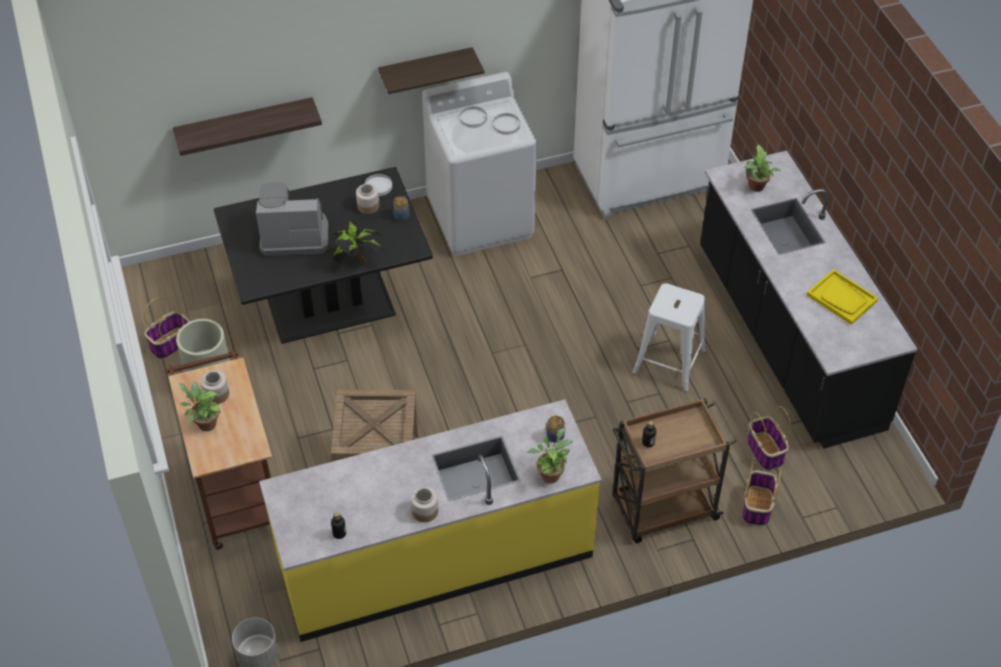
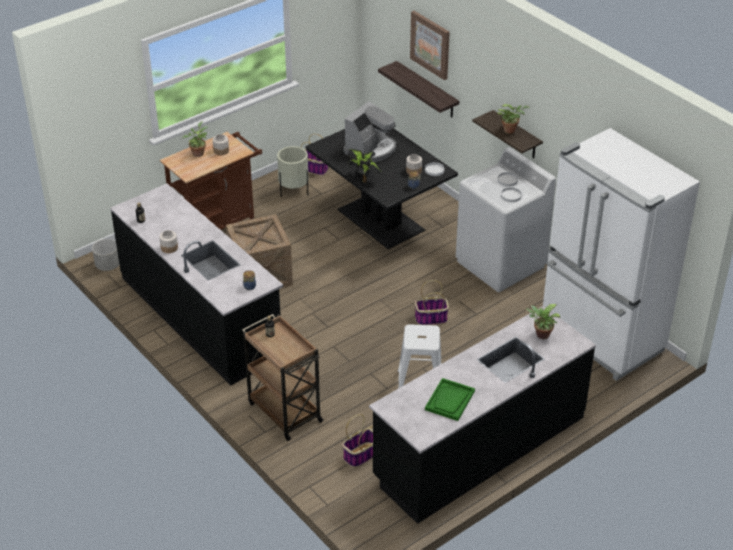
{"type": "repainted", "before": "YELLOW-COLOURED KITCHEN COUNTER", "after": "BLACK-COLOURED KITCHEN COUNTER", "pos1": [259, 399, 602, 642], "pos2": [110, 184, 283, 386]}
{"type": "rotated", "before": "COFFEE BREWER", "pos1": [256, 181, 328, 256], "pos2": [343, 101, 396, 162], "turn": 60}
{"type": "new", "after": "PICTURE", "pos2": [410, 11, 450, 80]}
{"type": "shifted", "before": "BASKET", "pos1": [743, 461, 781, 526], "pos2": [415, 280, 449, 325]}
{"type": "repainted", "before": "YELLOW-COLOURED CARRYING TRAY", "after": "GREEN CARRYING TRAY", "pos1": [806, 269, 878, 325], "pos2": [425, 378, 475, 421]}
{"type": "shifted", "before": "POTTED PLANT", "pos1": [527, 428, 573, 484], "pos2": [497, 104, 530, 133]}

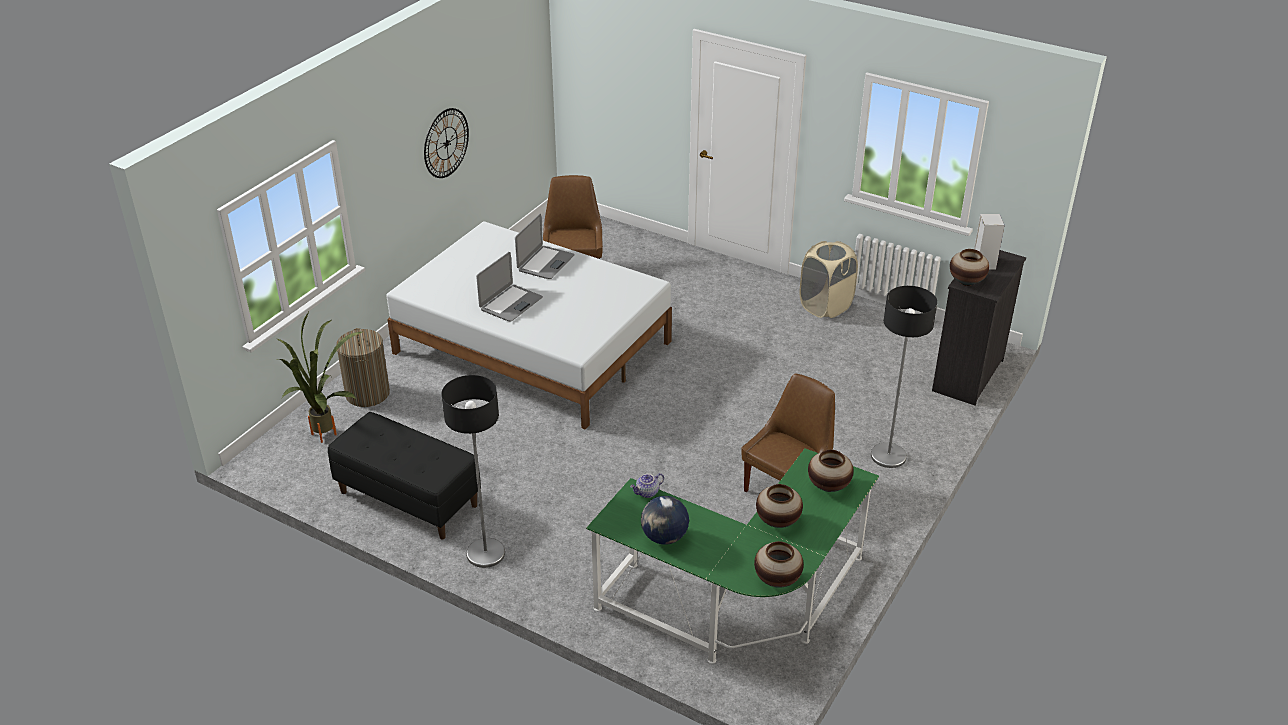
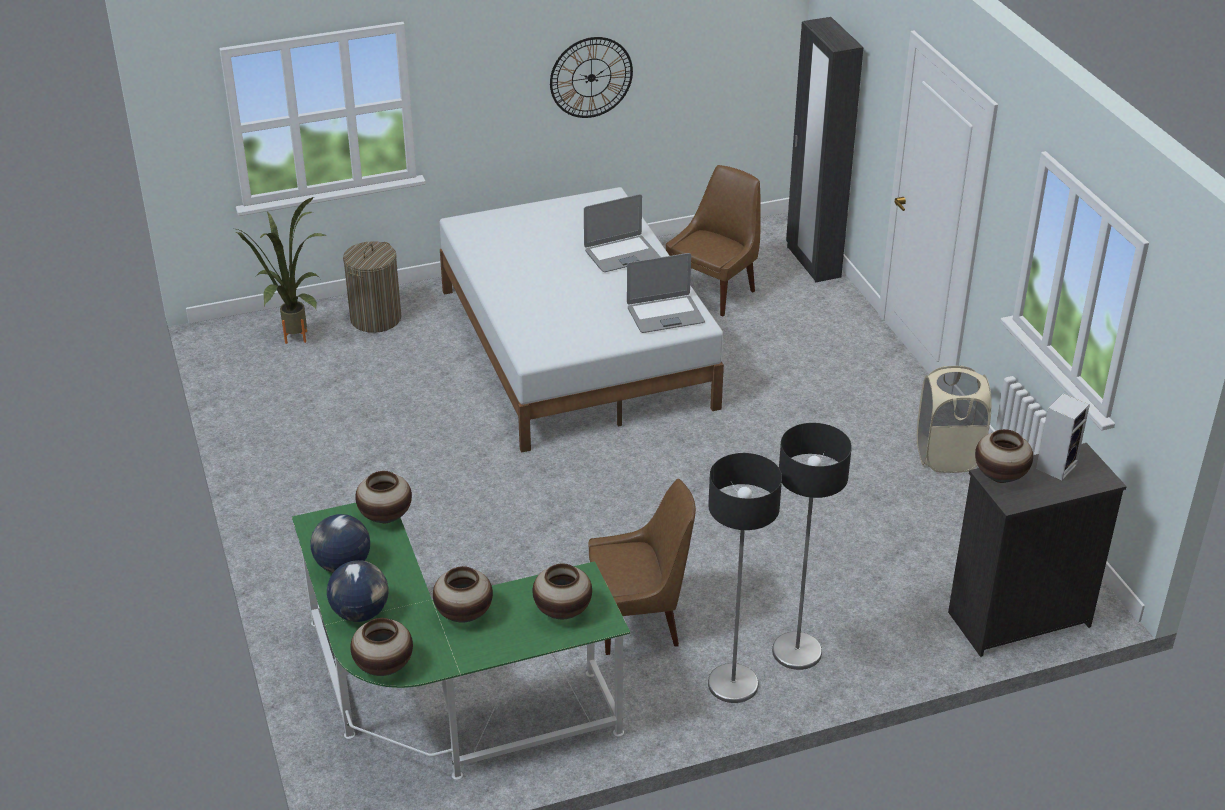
{"type": "new", "after": "DESK GLOBE", "pos2": [327, 560, 389, 622]}
{"type": "swapped", "before": "POT FOR TEA", "after": "DECORATIVE VASE", "pos1": [630, 473, 664, 498], "pos2": [355, 471, 412, 523]}
{"type": "shifted", "before": "NOTEBOOK COMPUTER", "pos1": [476, 252, 543, 322], "pos2": [627, 253, 705, 333]}
{"type": "shifted", "before": "STANDING LAMP", "pos1": [441, 375, 505, 568], "pos2": [708, 453, 782, 703]}
{"type": "new", "after": "BLACK-COLOURED WARDROBE", "pos2": [786, 17, 864, 283]}
{"type": "gone", "before": "BLACK-COLOURED INDOOR BENCH", "pos1": [328, 412, 481, 539]}

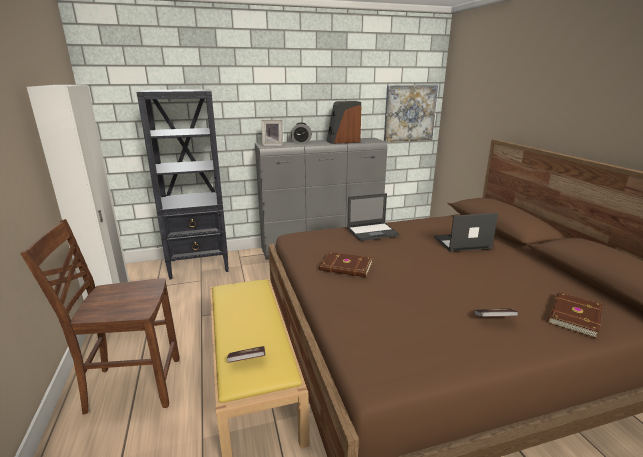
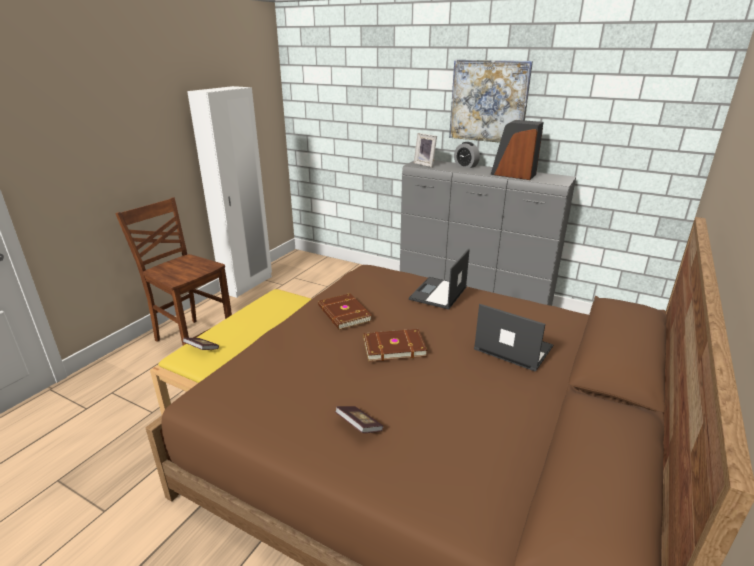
{"type": "shifted", "before": "BROWNISH BOUND BOOK", "pos1": [548, 292, 602, 339], "pos2": [363, 329, 427, 362]}
{"type": "rotated", "before": "NOTEBOOK COMPUTER", "pos1": [347, 193, 400, 241], "pos2": [409, 248, 470, 309], "turn": 90}
{"type": "shifted", "before": "PICTURE", "pos1": [384, 85, 438, 142], "pos2": [449, 59, 533, 143]}
{"type": "gone", "before": "BLACK-COLOURED BOOKCASE", "pos1": [137, 89, 229, 280]}

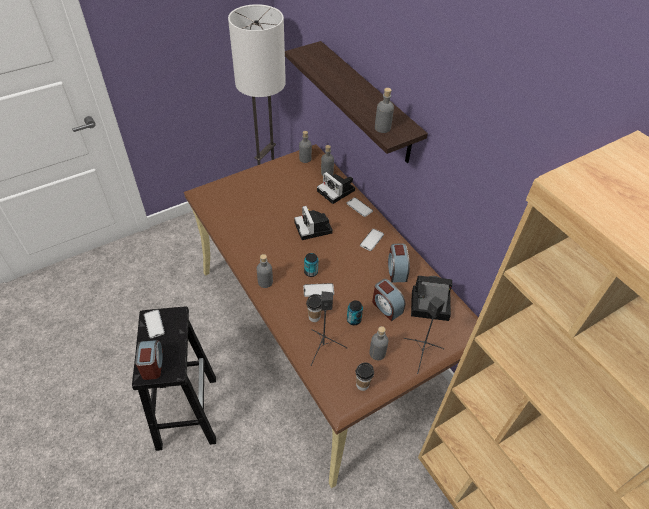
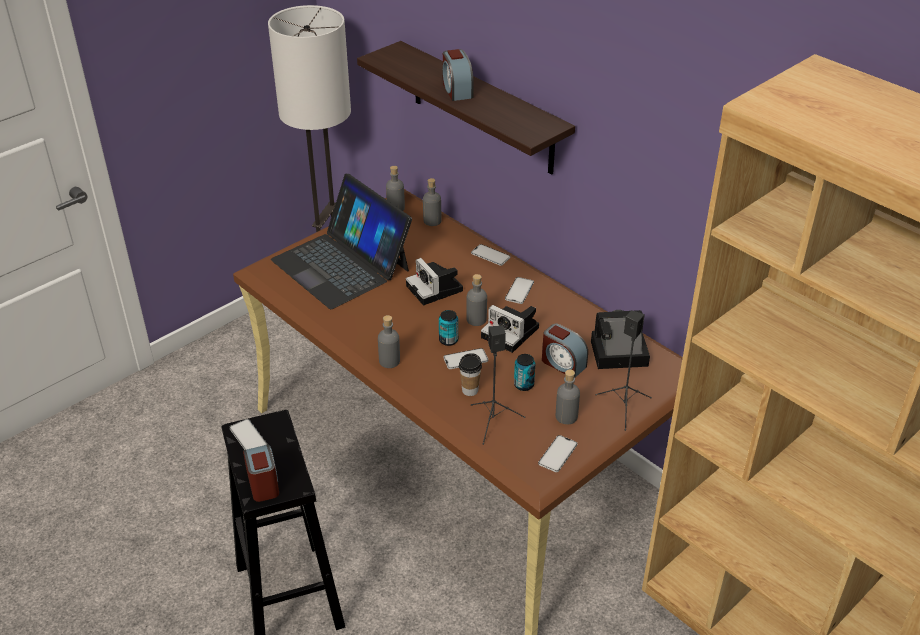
{"type": "new", "after": "NOTEBOOK COMPUTER", "pos2": [271, 174, 412, 309]}
{"type": "shifted", "before": "TABLE CLOCK", "pos1": [388, 243, 410, 283], "pos2": [443, 49, 474, 101]}
{"type": "shifted", "before": "GREYISH DRINK BOTTLE", "pos1": [375, 88, 394, 133], "pos2": [466, 274, 487, 326]}
{"type": "shifted", "before": "STILL CAMERA", "pos1": [317, 172, 355, 204], "pos2": [481, 305, 539, 353]}
{"type": "swapped", "before": "CUP", "after": "PHONE", "pos1": [356, 362, 374, 391], "pos2": [538, 435, 578, 472]}

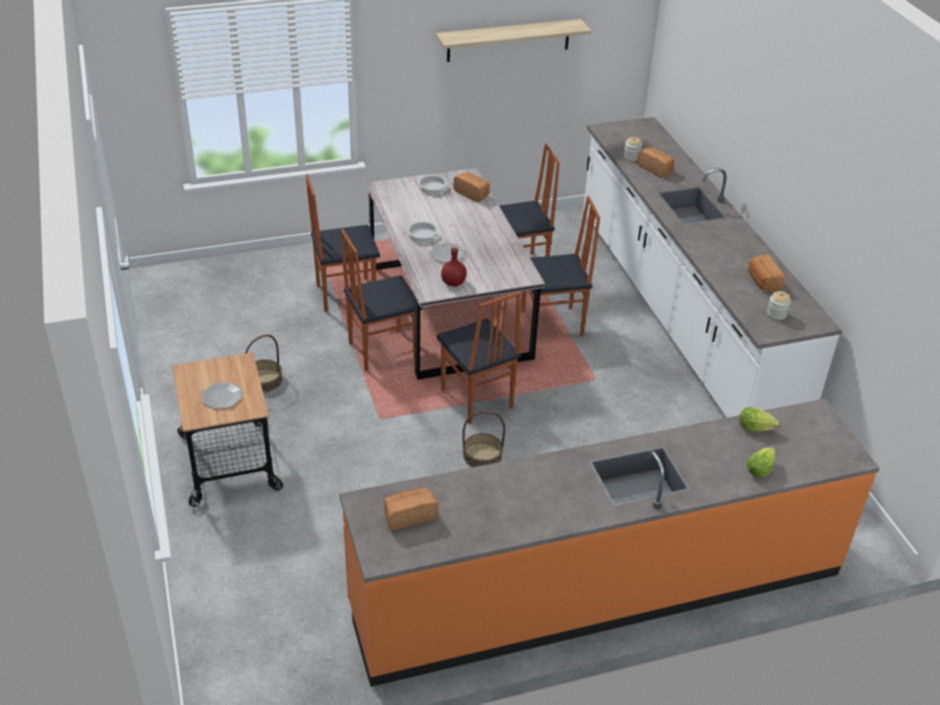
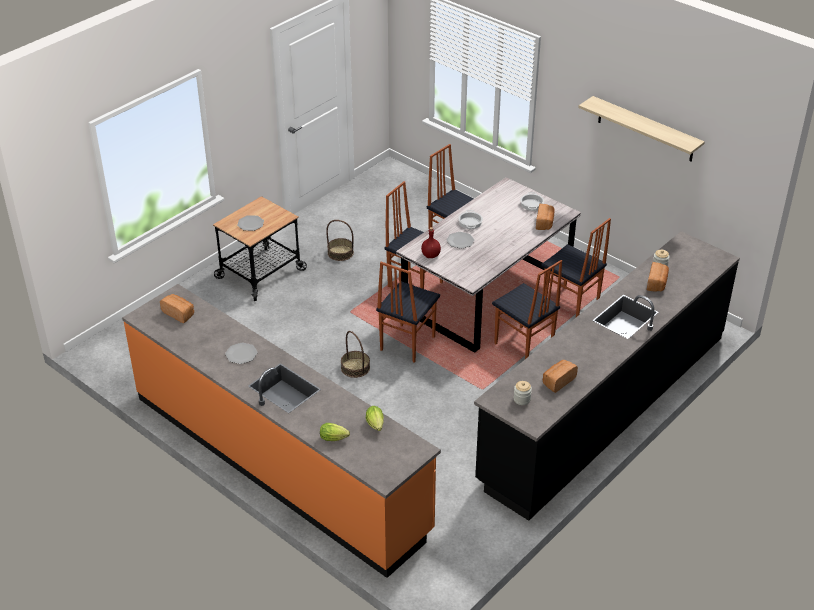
{"type": "new", "after": "FLAT DISH", "pos2": [225, 342, 258, 364]}
{"type": "repainted", "before": "WHITE KITCHEN COUNTER", "after": "BLACK-COLOURED KITCHEN COUNTER", "pos1": [583, 117, 842, 418], "pos2": [474, 231, 740, 521]}

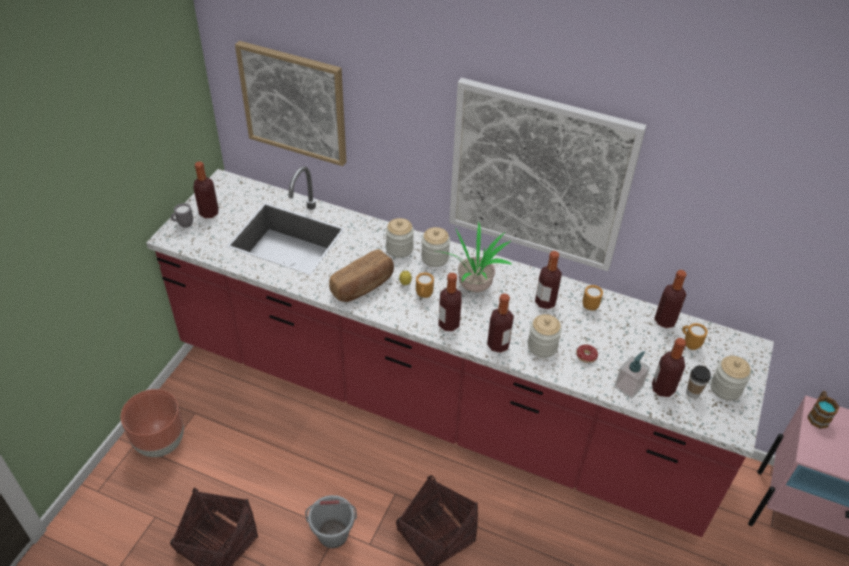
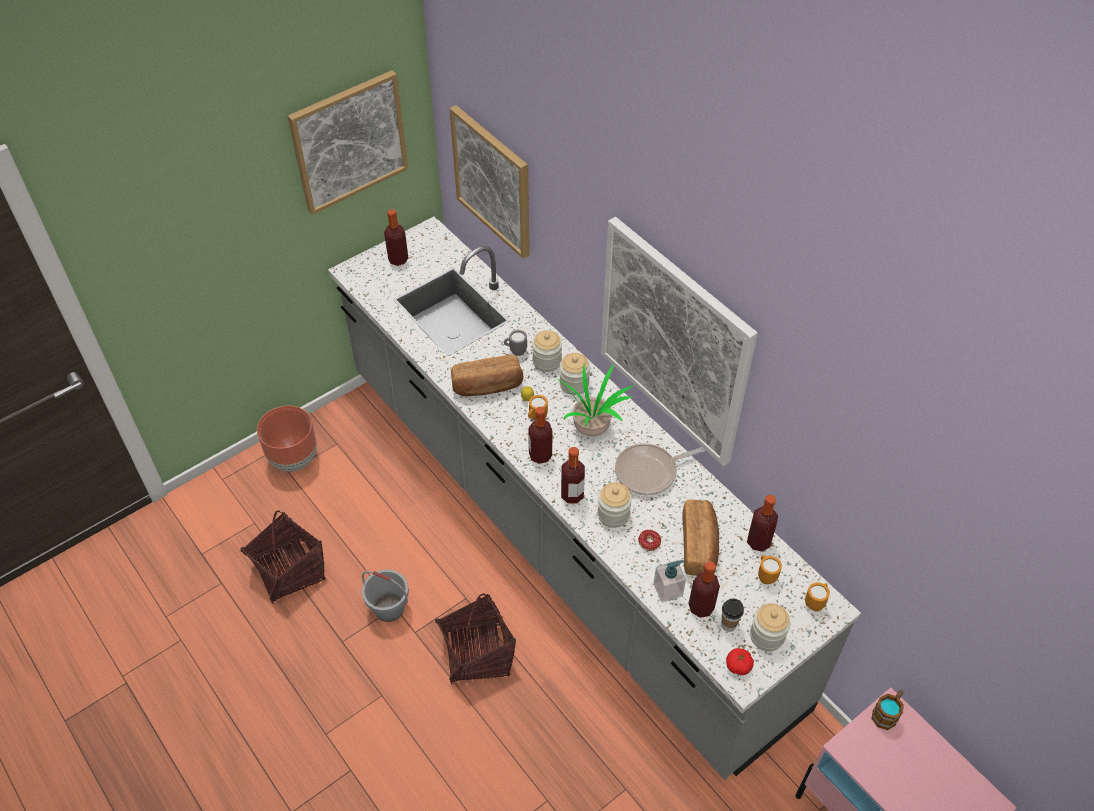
{"type": "new", "after": "PICTURE", "pos2": [287, 70, 408, 215]}
{"type": "repainted", "before": "RED KITCHEN COUNTER", "after": "GREYISH KITCHEN COUNTER", "pos1": [146, 166, 774, 537], "pos2": [328, 216, 861, 780]}
{"type": "shifted", "before": "GREYISH TEA MUG", "pos1": [171, 203, 193, 228], "pos2": [504, 330, 527, 356]}
{"type": "swapped", "before": "DRINK BOTTLE", "after": "PAN", "pos1": [535, 251, 562, 309], "pos2": [615, 443, 705, 496]}
{"type": "new", "after": "BAKERY BREAD", "pos2": [682, 500, 719, 576]}
{"type": "new", "after": "WHOLE TOMATO", "pos2": [726, 648, 754, 675]}
{"type": "shifted", "before": "ORANGE TEA MUG", "pos1": [583, 285, 603, 310], "pos2": [805, 582, 830, 611]}

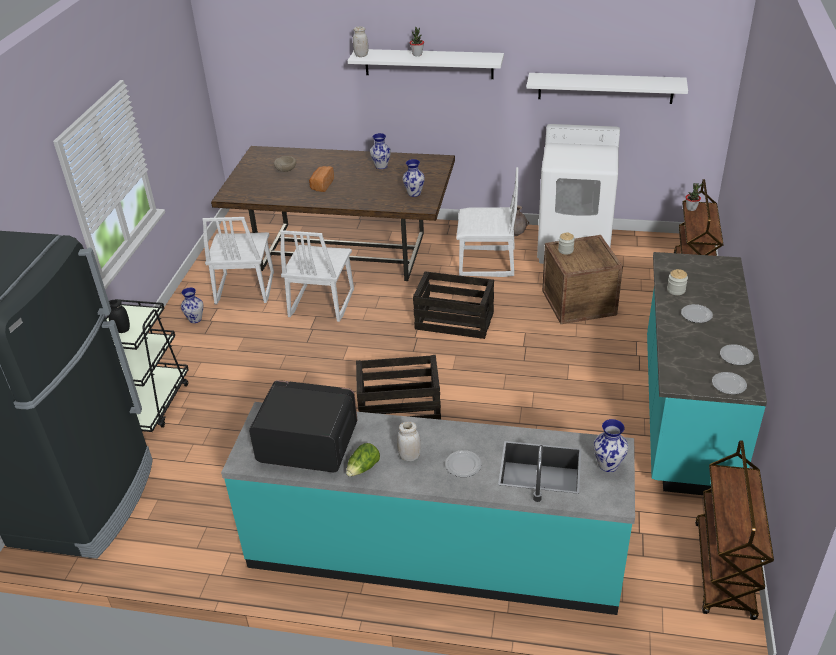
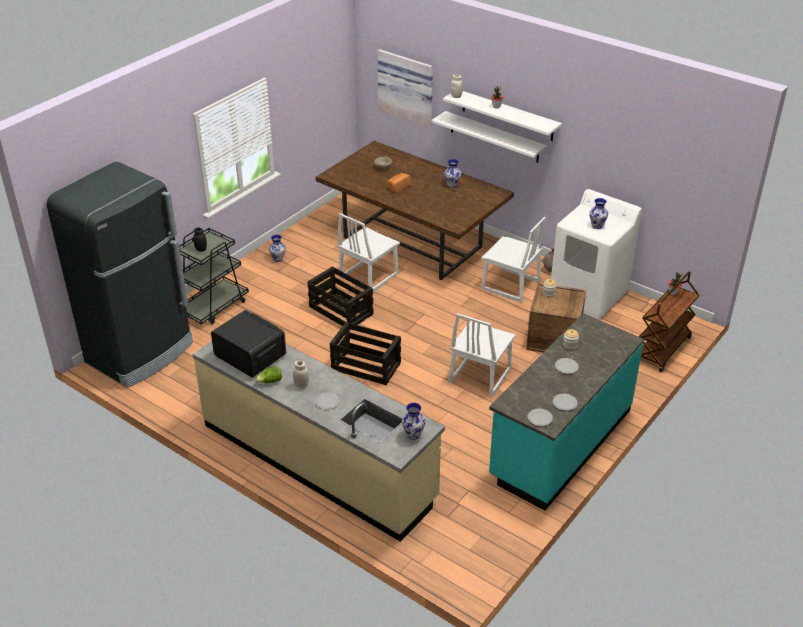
{"type": "repainted", "before": "TURQUOISE KITCHEN COUNTER", "after": "BEIGE-COLOURED KITCHEN COUNTER", "pos1": [221, 402, 635, 615], "pos2": [192, 341, 445, 542]}
{"type": "shifted", "before": "CRATE", "pos1": [413, 271, 494, 339], "pos2": [308, 266, 374, 330]}
{"type": "new", "after": "PICTURE", "pos2": [377, 49, 433, 127]}
{"type": "shifted", "before": "WHITE BRACKET SHELF", "pos1": [526, 73, 688, 104], "pos2": [432, 111, 547, 163]}
{"type": "shifted", "before": "WHITE CHAIR", "pos1": [202, 217, 274, 304], "pos2": [449, 313, 516, 397]}
{"type": "shifted", "before": "DECORATIVE VASE", "pos1": [403, 159, 425, 197], "pos2": [589, 198, 608, 229]}
{"type": "gone", "before": "BROWNISH TROLLEY", "pos1": [695, 440, 774, 620]}

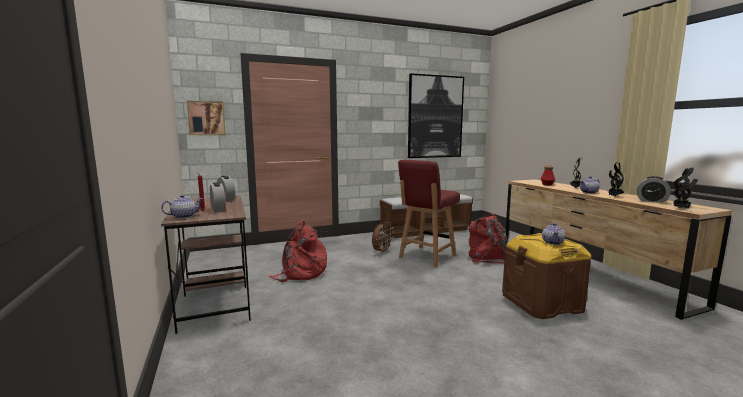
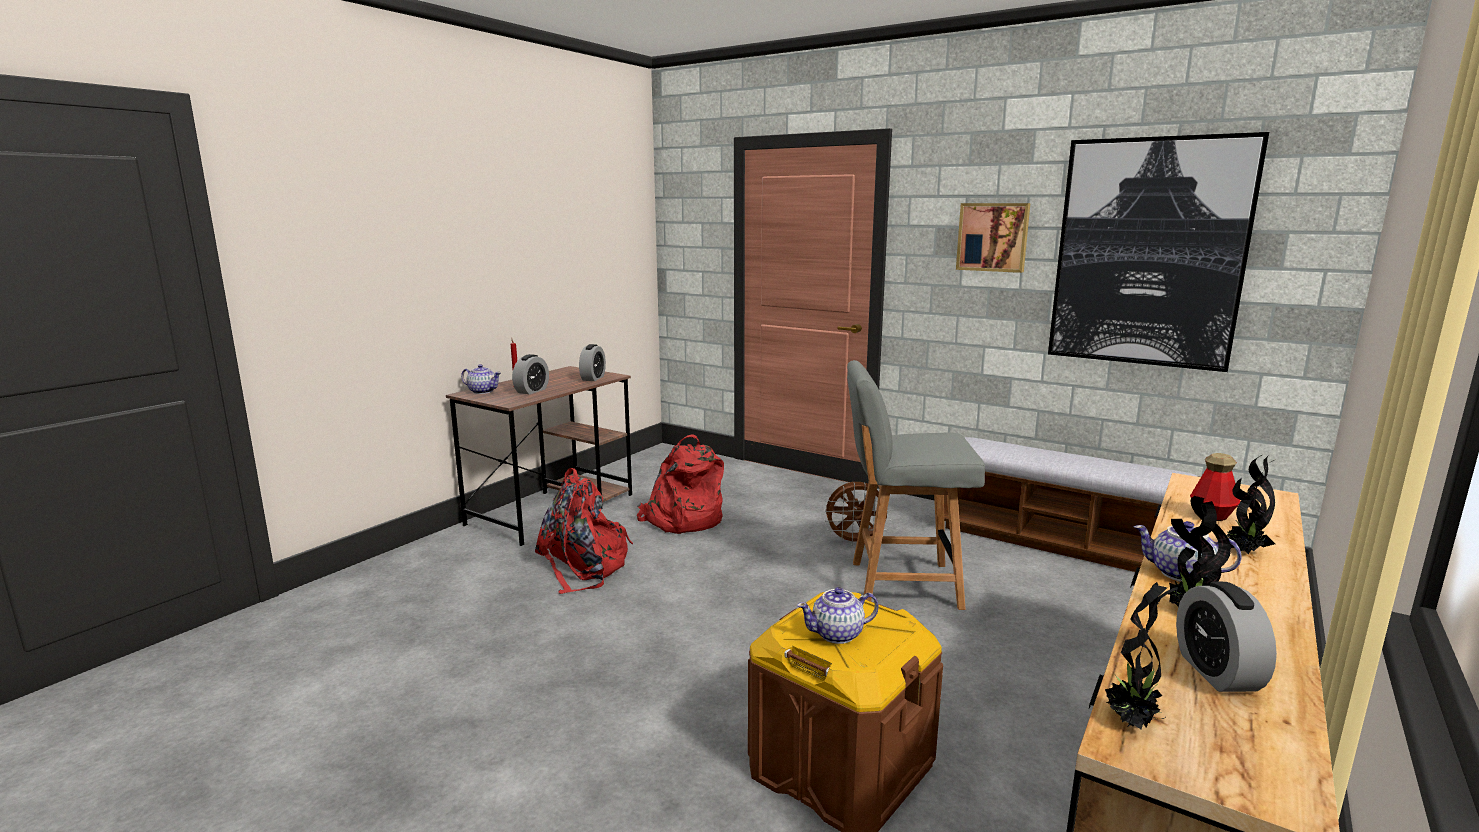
{"type": "shifted", "before": "RED KNAPSACK", "pos1": [468, 212, 508, 264], "pos2": [535, 468, 633, 594]}
{"type": "repainted", "before": "RED CHAIR", "after": "GREYISH CHAIR", "pos1": [398, 160, 460, 267], "pos2": [847, 360, 985, 610]}
{"type": "shifted", "before": "PICTURE", "pos1": [187, 101, 226, 135], "pos2": [956, 203, 1030, 273]}

